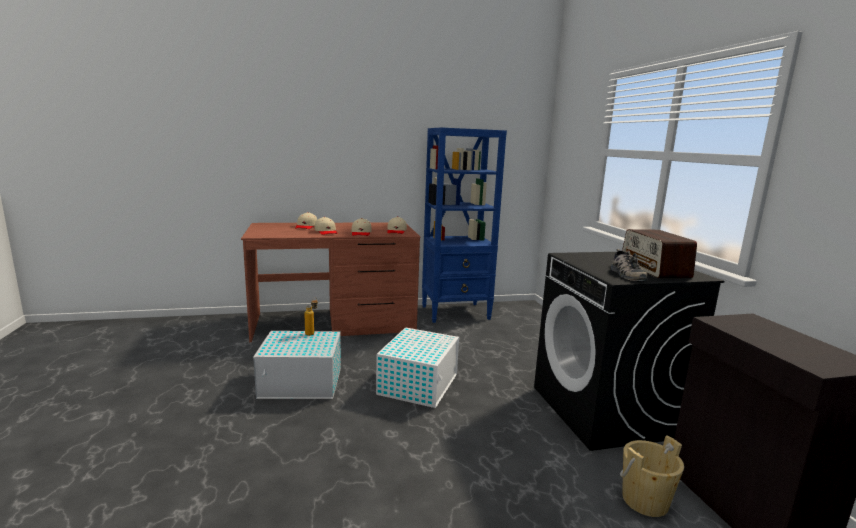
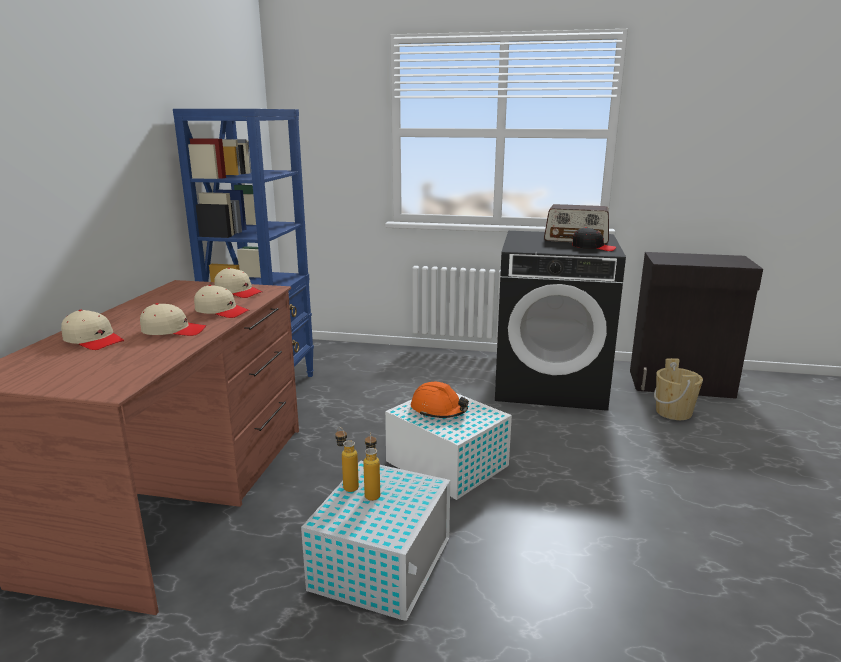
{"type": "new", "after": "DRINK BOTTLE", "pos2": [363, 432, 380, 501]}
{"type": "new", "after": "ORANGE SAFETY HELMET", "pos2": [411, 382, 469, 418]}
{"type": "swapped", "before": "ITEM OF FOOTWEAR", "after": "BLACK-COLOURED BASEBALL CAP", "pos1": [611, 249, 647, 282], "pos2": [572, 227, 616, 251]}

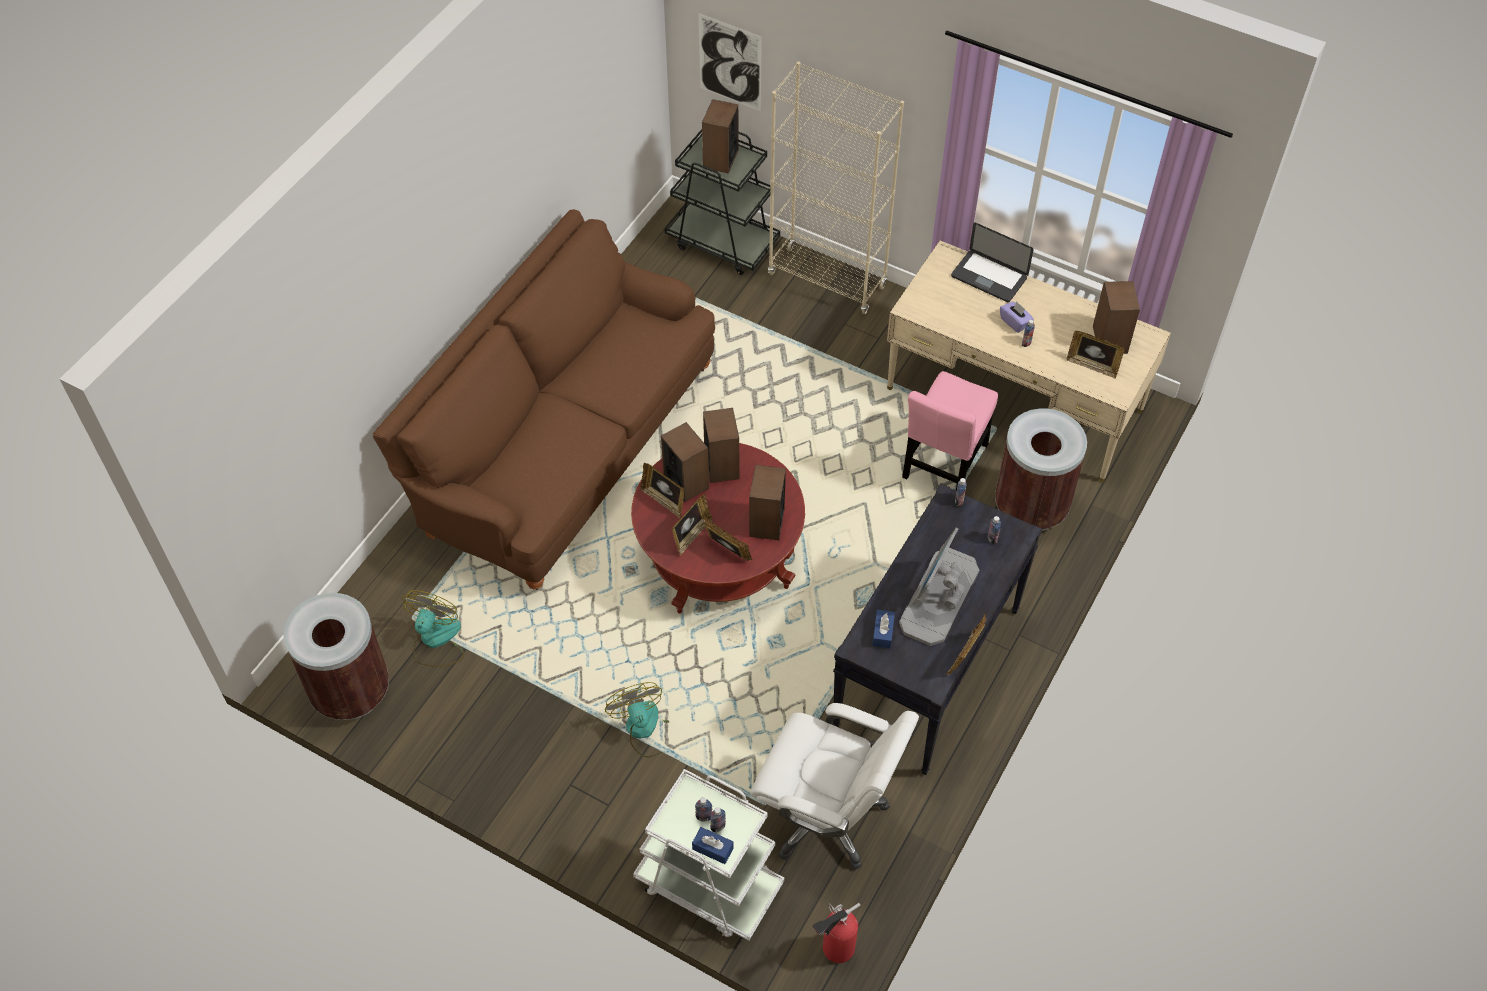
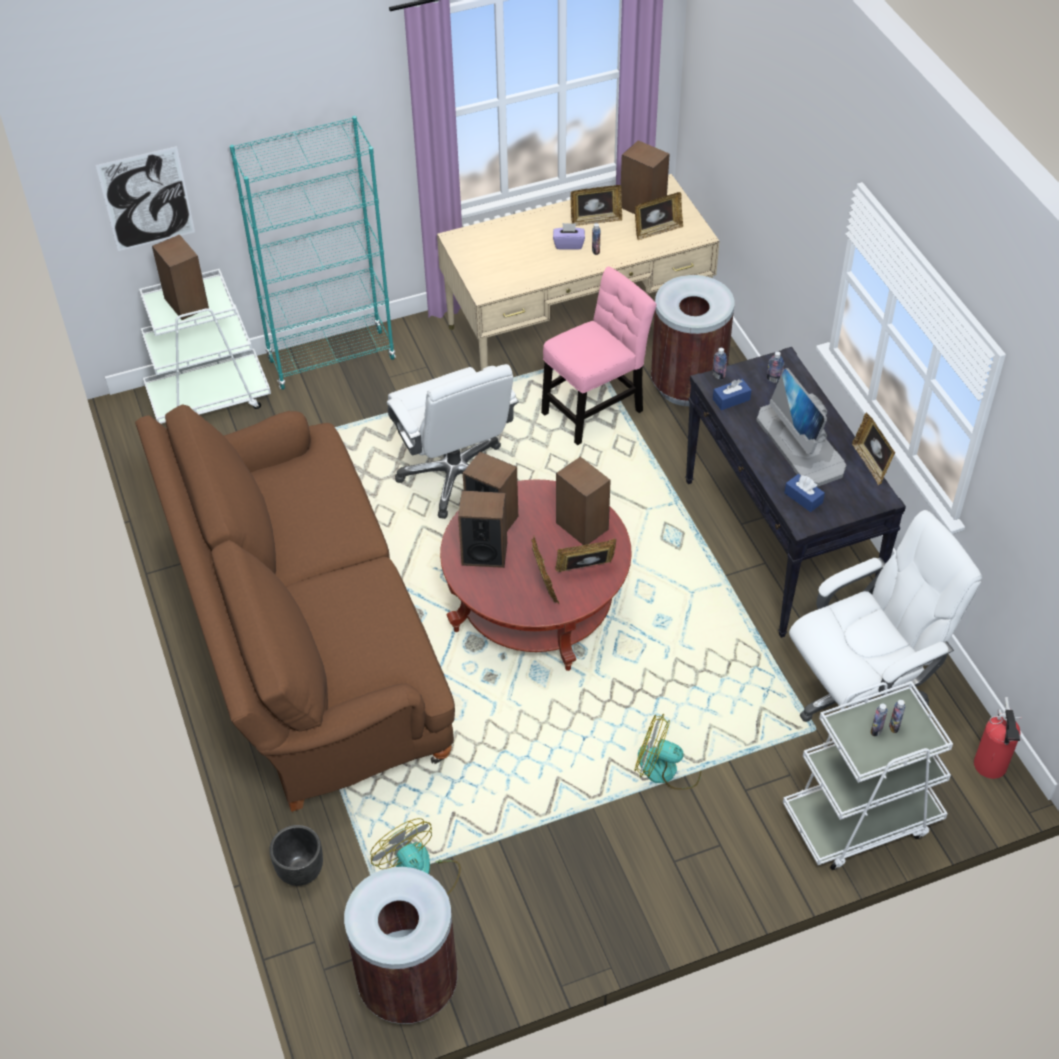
{"type": "repainted", "before": "BLACK-COLOURED TROLLEY", "after": "WHITE TROLLEY", "pos1": [664, 129, 780, 275], "pos2": [139, 269, 271, 424]}
{"type": "repainted", "before": "BEIGE-COLOURED BOOKCASE", "after": "TURQUOISE BOOKCASE", "pos1": [768, 61, 904, 314], "pos2": [230, 116, 396, 390]}
{"type": "new", "after": "BLACK-COLOURED FLOWER POT", "pos2": [269, 825, 323, 886]}
{"type": "new", "after": "WHITE DESK CHAIR", "pos2": [387, 364, 519, 519]}
{"type": "rotated", "before": "PINK CHAIR", "pos1": [902, 371, 998, 491], "pos2": [541, 267, 656, 445], "turn": -105}
{"type": "shifted", "before": "PHOTO FRAME", "pos1": [640, 463, 684, 519], "pos2": [571, 185, 622, 226]}
{"type": "shifted", "before": "BLUISH TISSUE BOX", "pos1": [692, 827, 734, 864], "pos2": [713, 379, 751, 410]}
{"type": "gone", "before": "NOTEBOOK COMPUTER", "pos1": [951, 222, 1034, 302]}

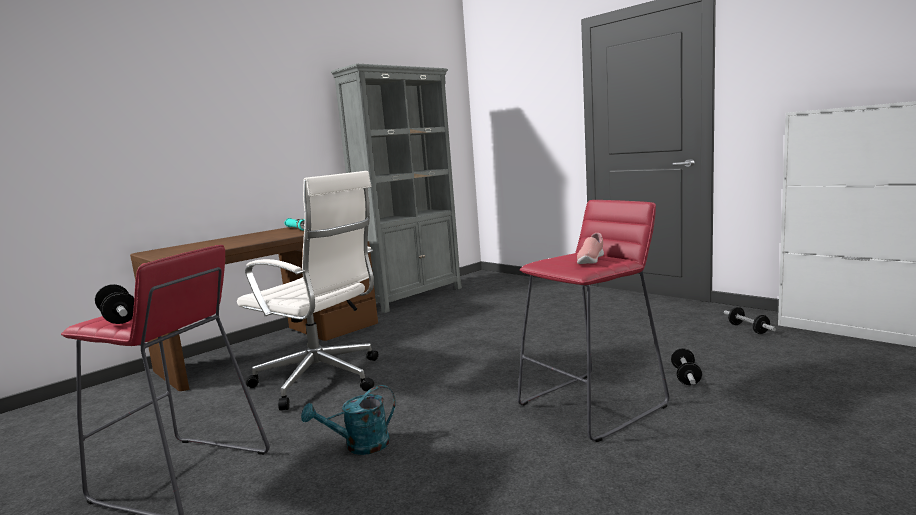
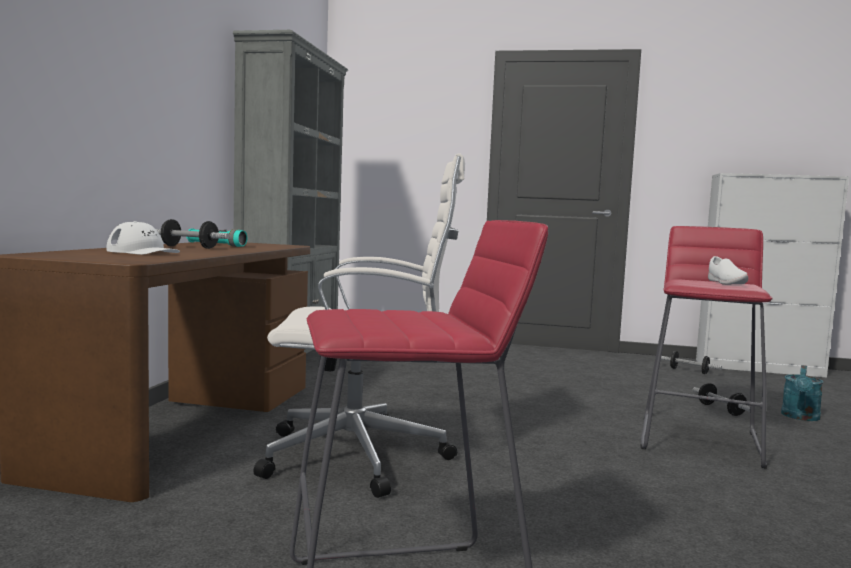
{"type": "new", "after": "WHITE BASEBALL CAP", "pos2": [107, 221, 180, 255]}
{"type": "shifted", "before": "DUMBBELL", "pos1": [95, 284, 134, 324], "pos2": [156, 219, 230, 249]}
{"type": "repainted", "before": "PINK ITEM OF FOOTWEAR", "after": "WHITE ITEM OF FOOTWEAR", "pos1": [577, 233, 604, 264], "pos2": [708, 256, 748, 285]}
{"type": "shifted", "before": "TURQUOISE WATERING CAN", "pos1": [301, 385, 396, 455], "pos2": [781, 365, 823, 421]}

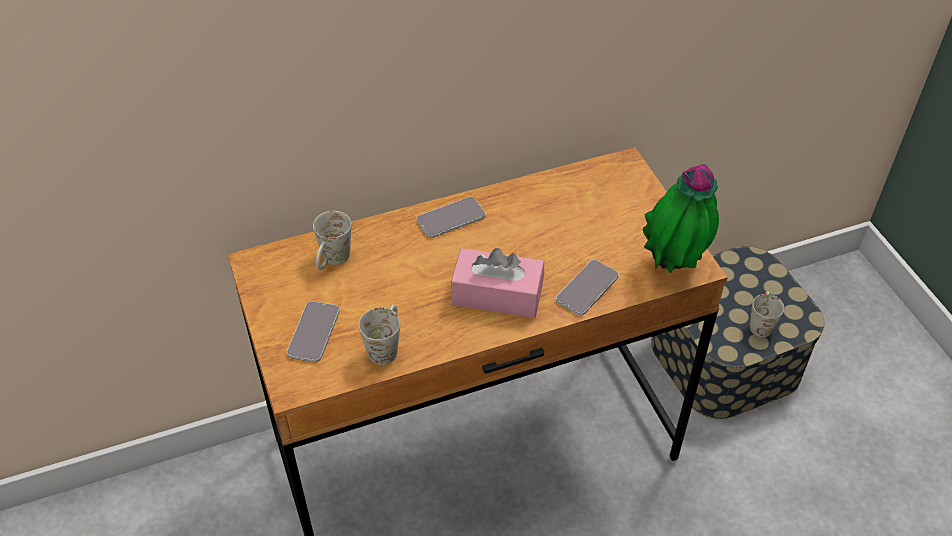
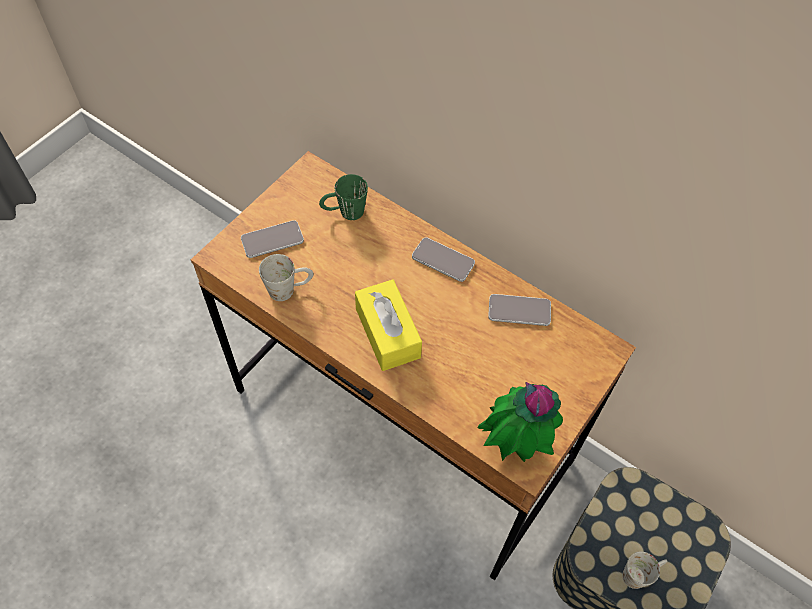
{"type": "repainted", "before": "WHITE TEA MUG", "after": "GREEN TEA MUG", "pos1": [313, 211, 352, 270], "pos2": [319, 174, 368, 220]}
{"type": "repainted", "before": "PINK TISSUE BOX", "after": "YELLOW-COLOURED TISSUE BOX", "pos1": [451, 248, 544, 318], "pos2": [355, 279, 422, 371]}
{"type": "shifted", "before": "PHONE", "pos1": [556, 260, 619, 316], "pos2": [488, 294, 551, 326]}

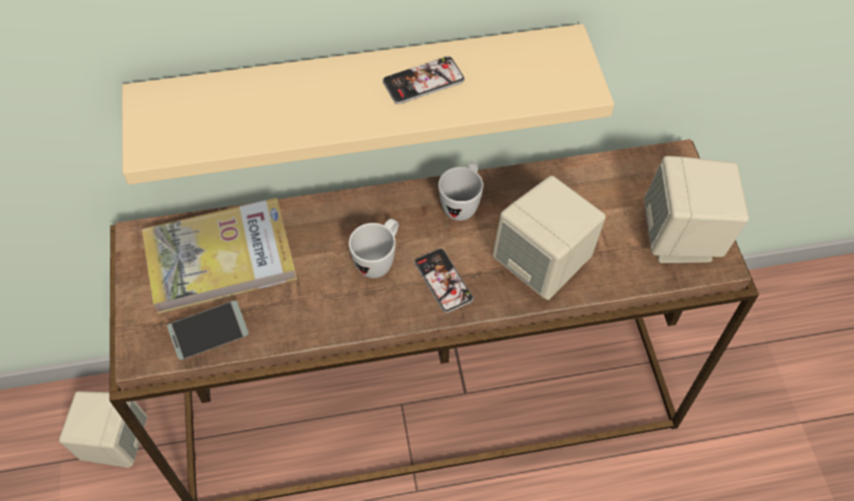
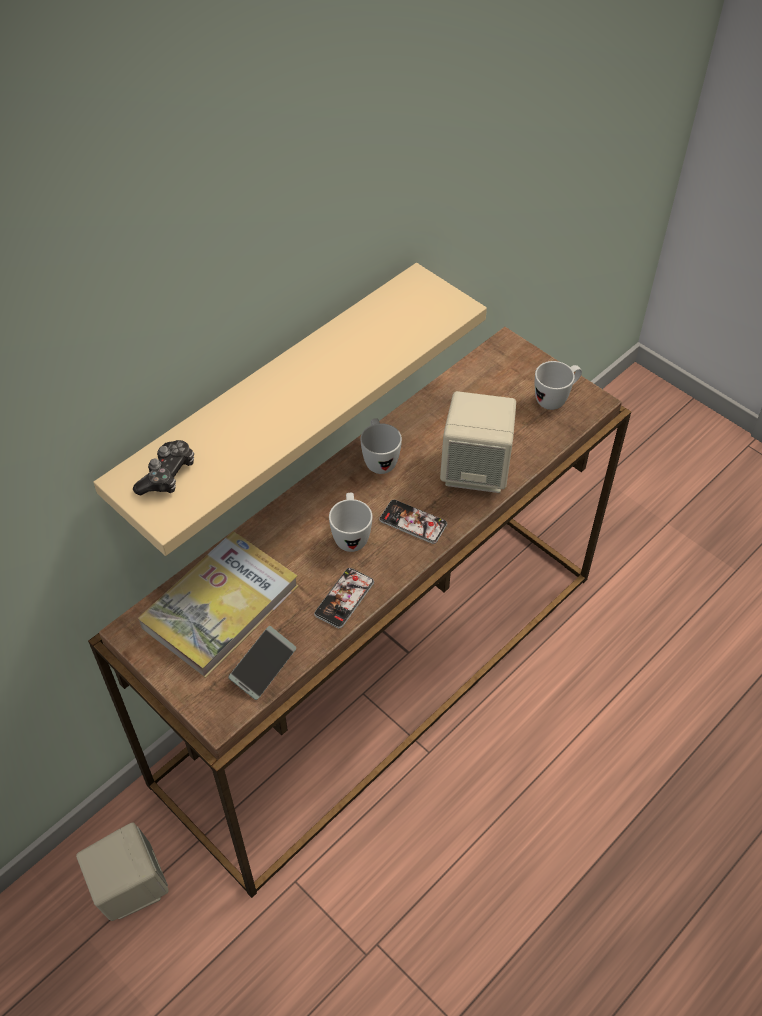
{"type": "new", "after": "GAMEPAD", "pos2": [133, 440, 194, 495]}
{"type": "shifted", "before": "PHONE", "pos1": [383, 56, 465, 104], "pos2": [314, 568, 374, 628]}
{"type": "swapped", "before": "BEIGE-COLOURED LOUDSPEAKER", "after": "WHITE TEA MUG", "pos1": [644, 156, 749, 263], "pos2": [535, 361, 582, 410]}

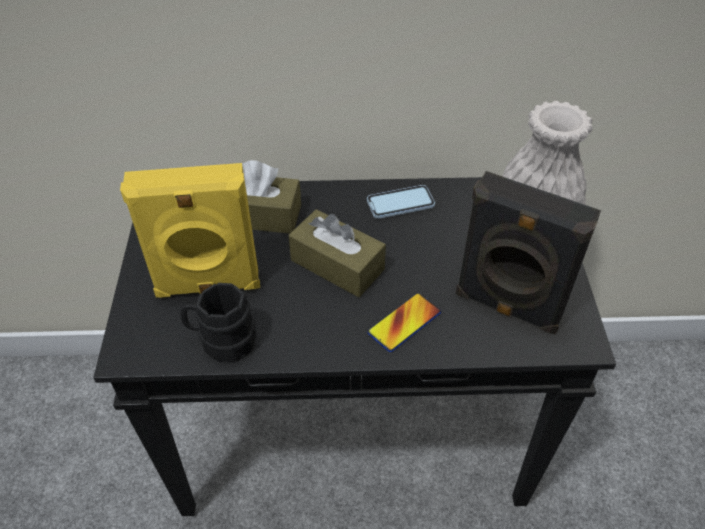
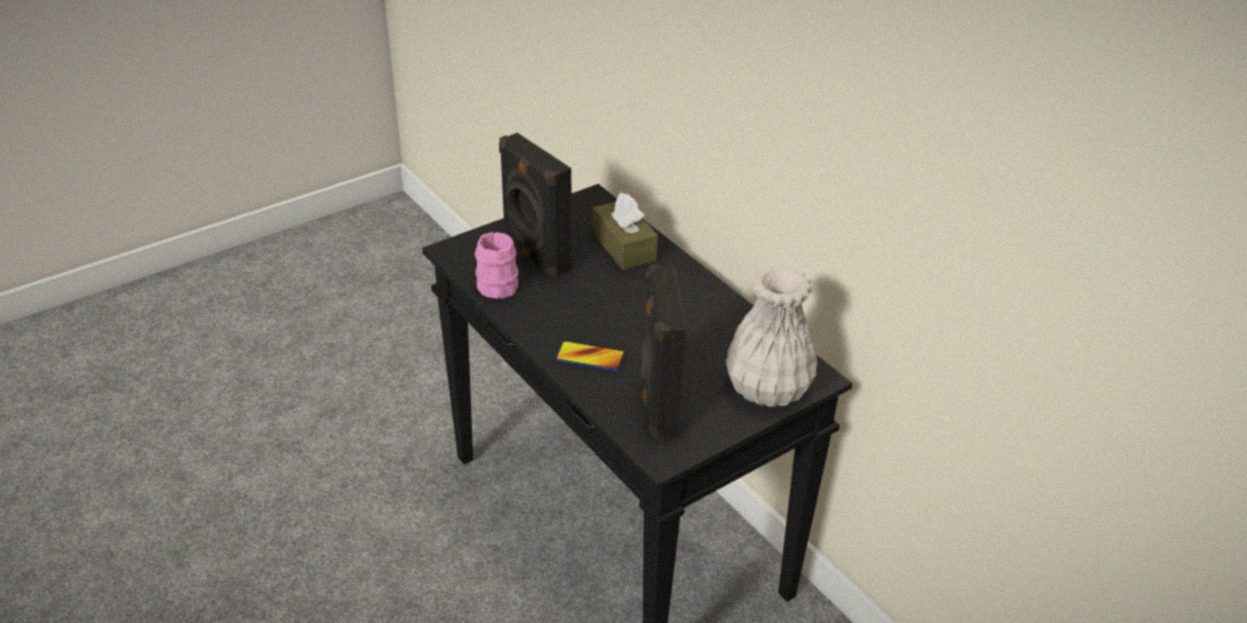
{"type": "repainted", "before": "BLACK-COLOURED TEA MUG", "after": "PINK TEA MUG", "pos1": [180, 283, 256, 363], "pos2": [475, 232, 519, 299]}
{"type": "repainted", "before": "YELLOW-COLOURED LOUDSPEAKER", "after": "BLACK-COLOURED LOUDSPEAKER", "pos1": [120, 163, 260, 298], "pos2": [499, 133, 572, 278]}
{"type": "gone", "before": "BROWNISH TISSUE BOX", "pos1": [288, 209, 386, 297]}
{"type": "gone", "before": "PHONE", "pos1": [367, 185, 435, 219]}

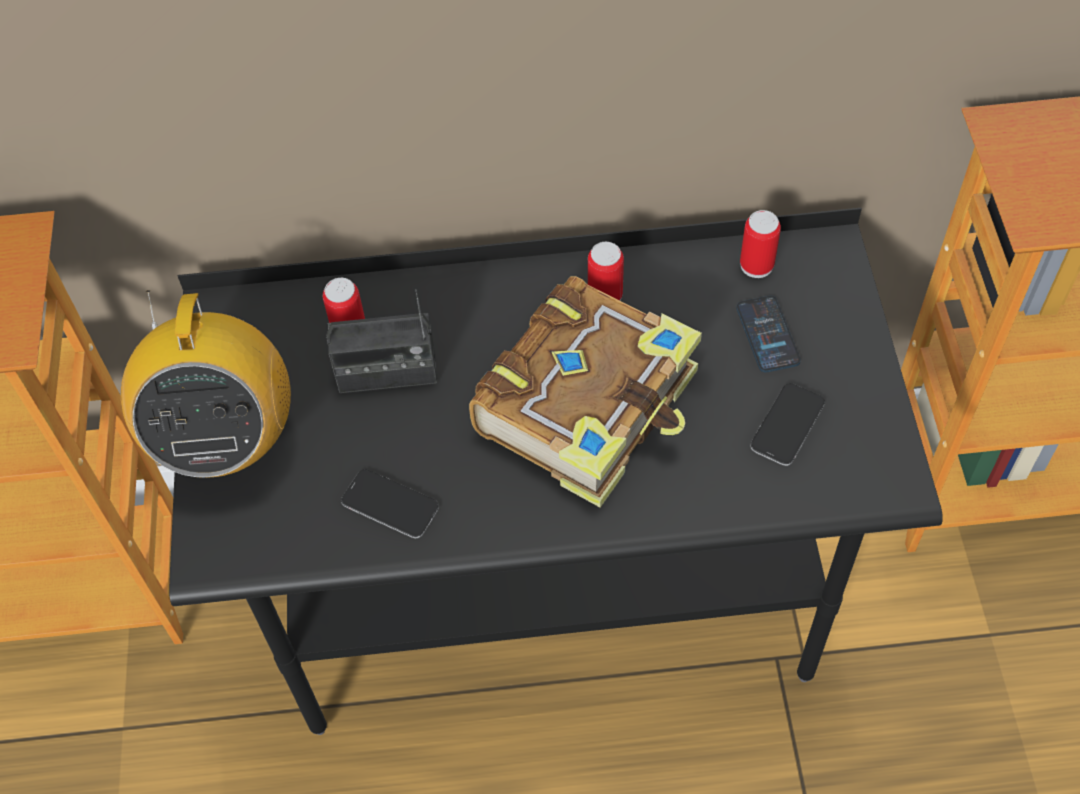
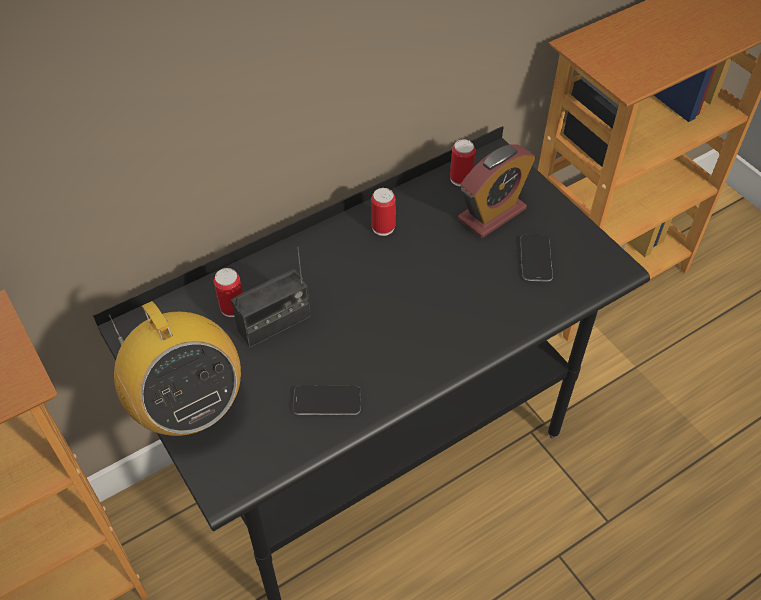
{"type": "swapped", "before": "PHONE", "after": "TABLE CLOCK", "pos1": [736, 296, 801, 372], "pos2": [458, 144, 535, 238]}
{"type": "gone", "before": "BOUND BOOK", "pos1": [469, 276, 702, 508]}

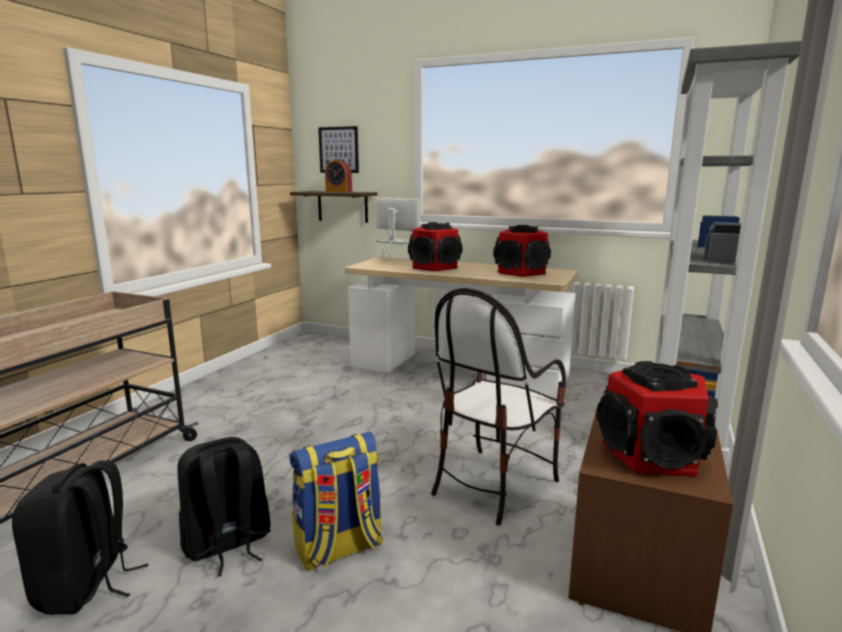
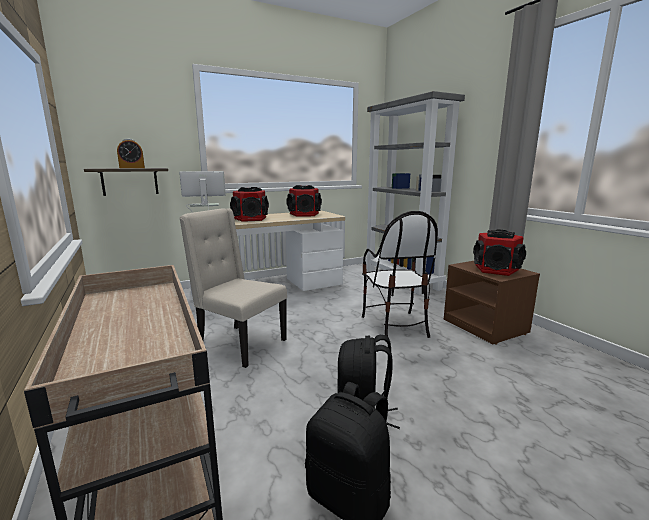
{"type": "new", "after": "BEIGE-COLOURED CHAIR", "pos2": [179, 208, 287, 368]}
{"type": "gone", "before": "KNAPSACK", "pos1": [289, 432, 383, 571]}
{"type": "gone", "before": "PICTURE", "pos1": [318, 126, 359, 173]}

